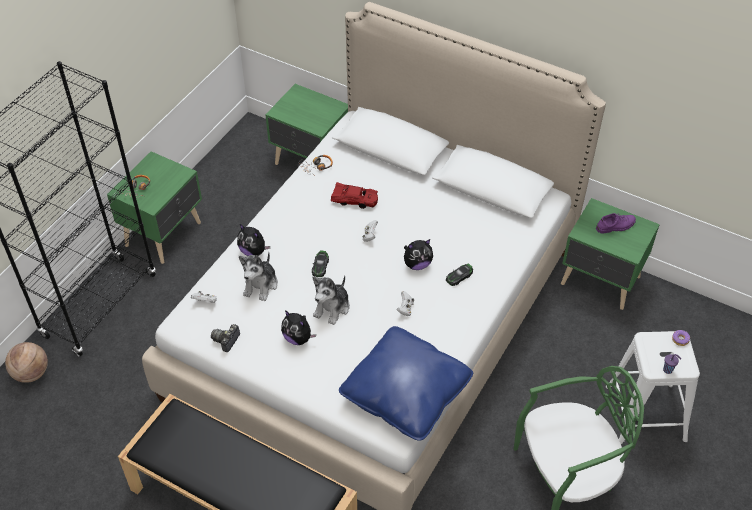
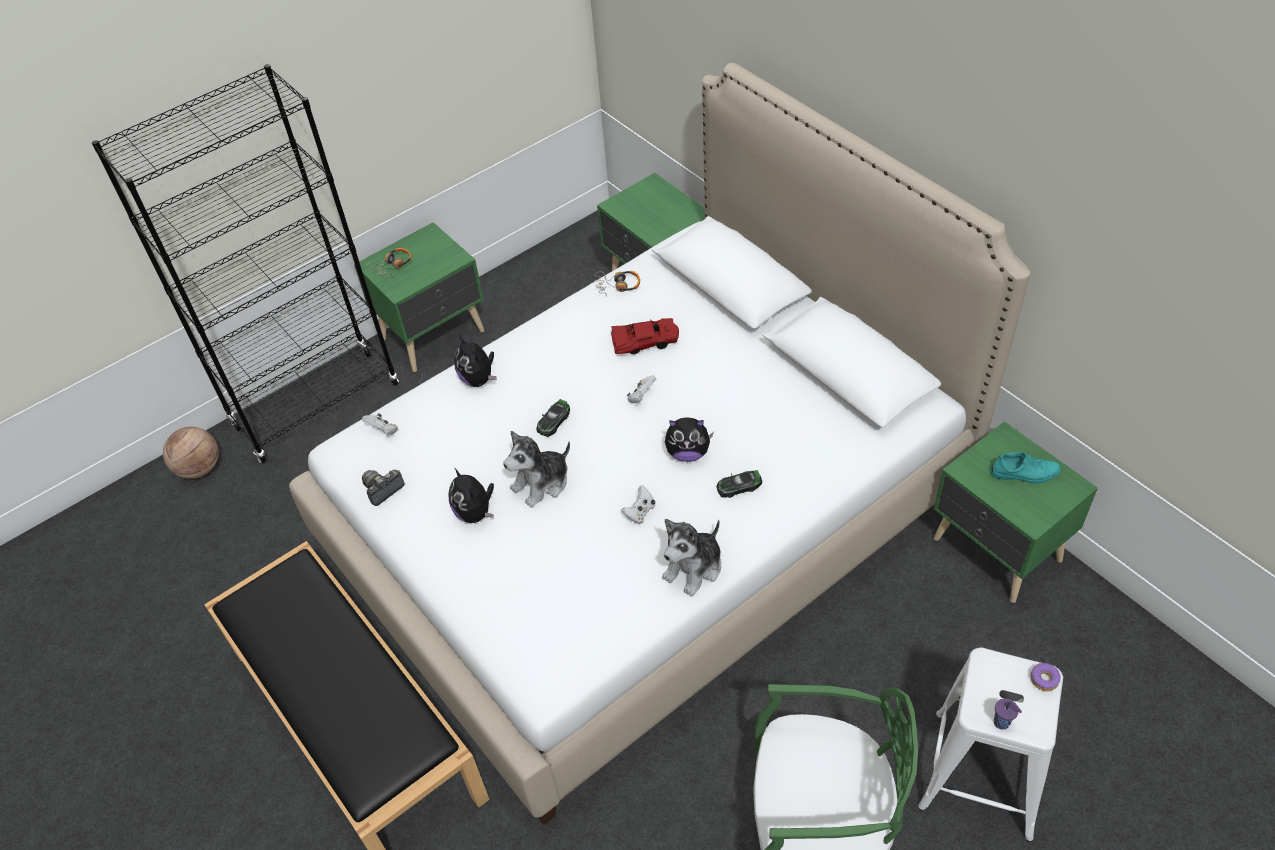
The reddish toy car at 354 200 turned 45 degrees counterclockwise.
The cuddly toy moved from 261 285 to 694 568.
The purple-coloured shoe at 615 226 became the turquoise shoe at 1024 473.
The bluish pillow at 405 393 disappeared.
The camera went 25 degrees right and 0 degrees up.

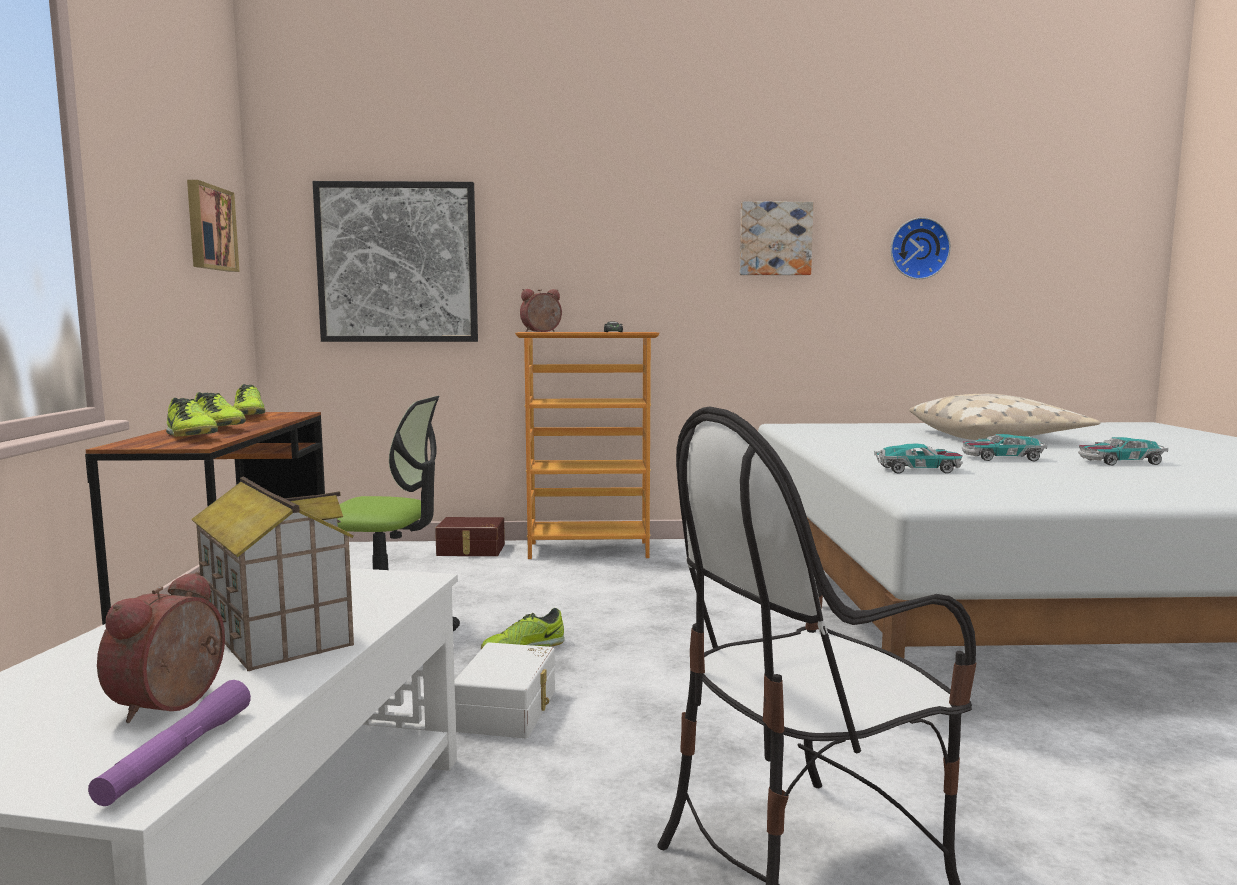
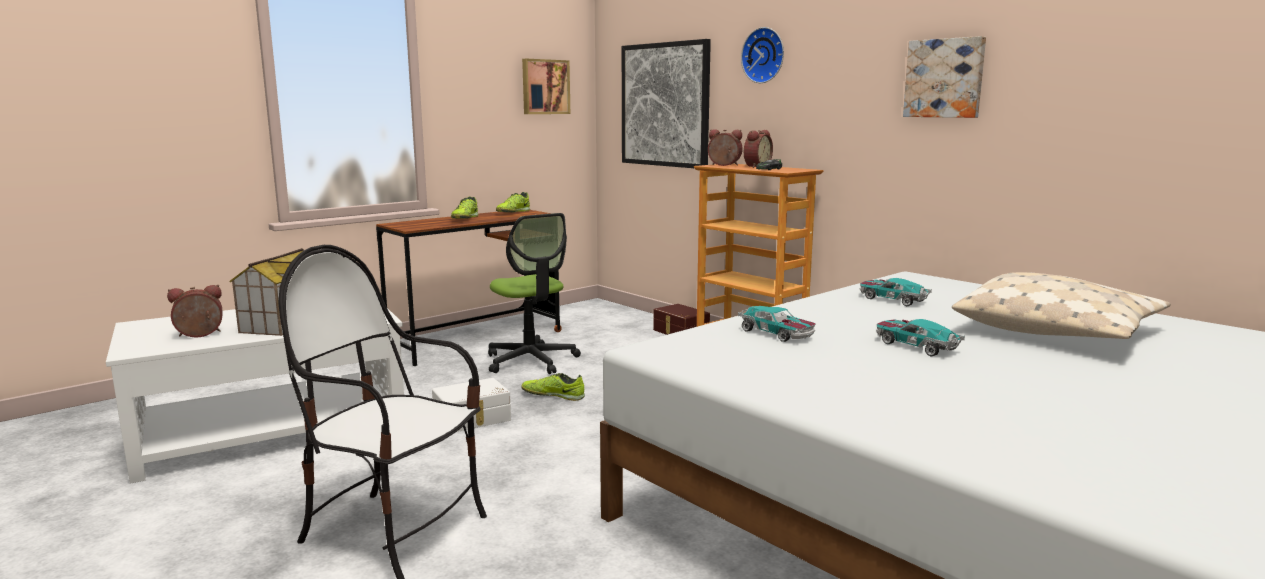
The clock on the wall moved from 918 249 to 765 55.
The table clock at 755 166 appeared.
The toy car moved from 1119 462 to 892 299.
The purple-coloured torch at 177 755 disappeared.
The shoe at 191 437 disappeared.
The camera went 50 degrees right and 5 degrees up.

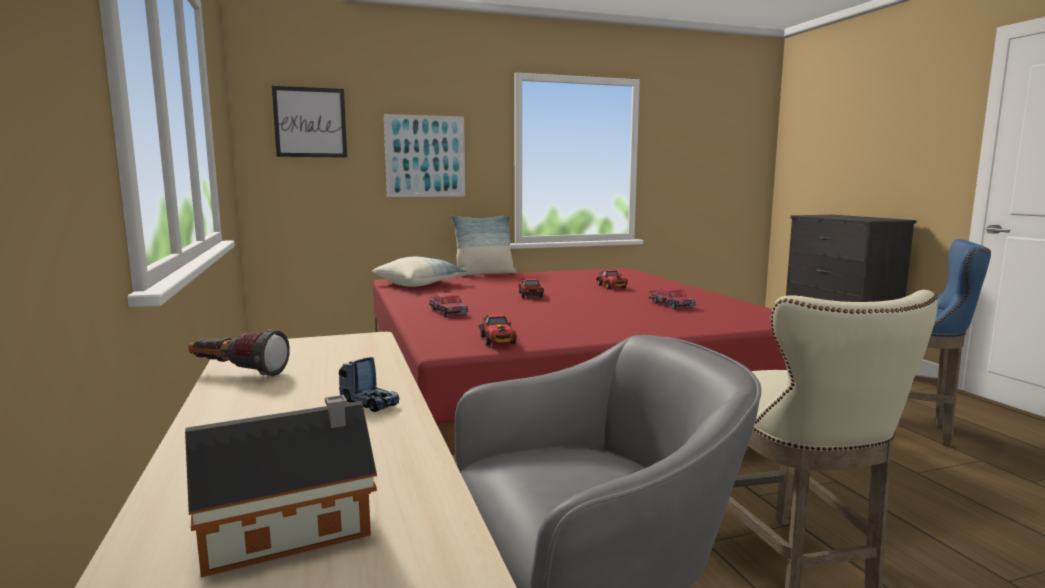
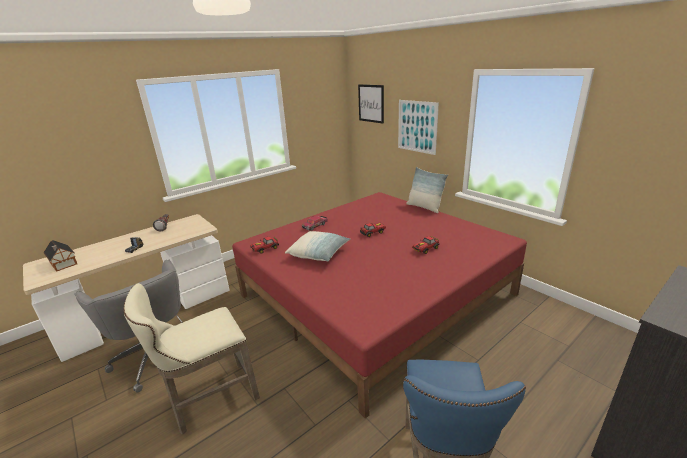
The pillow moved from 419 284 to 319 253.
The toy car at 671 305 disappeared.
The camera went 70 degrees right and 15 degrees up.

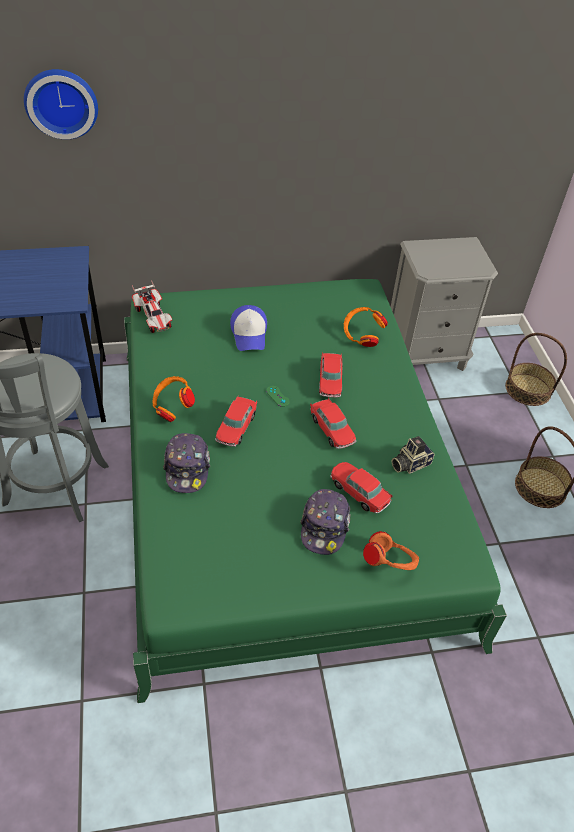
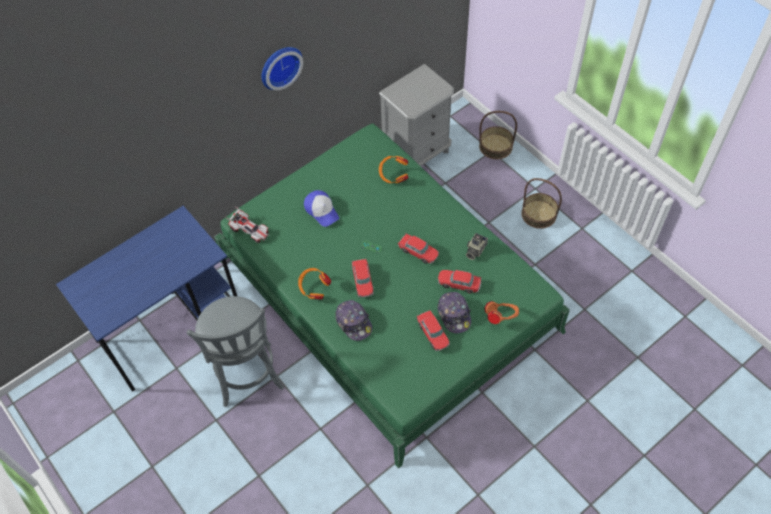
The clock on the wall moved from 61 102 to 279 66.
The toy car moved from 330 381 to 433 333.
The camera went 25 degrees left and 10 degrees up.

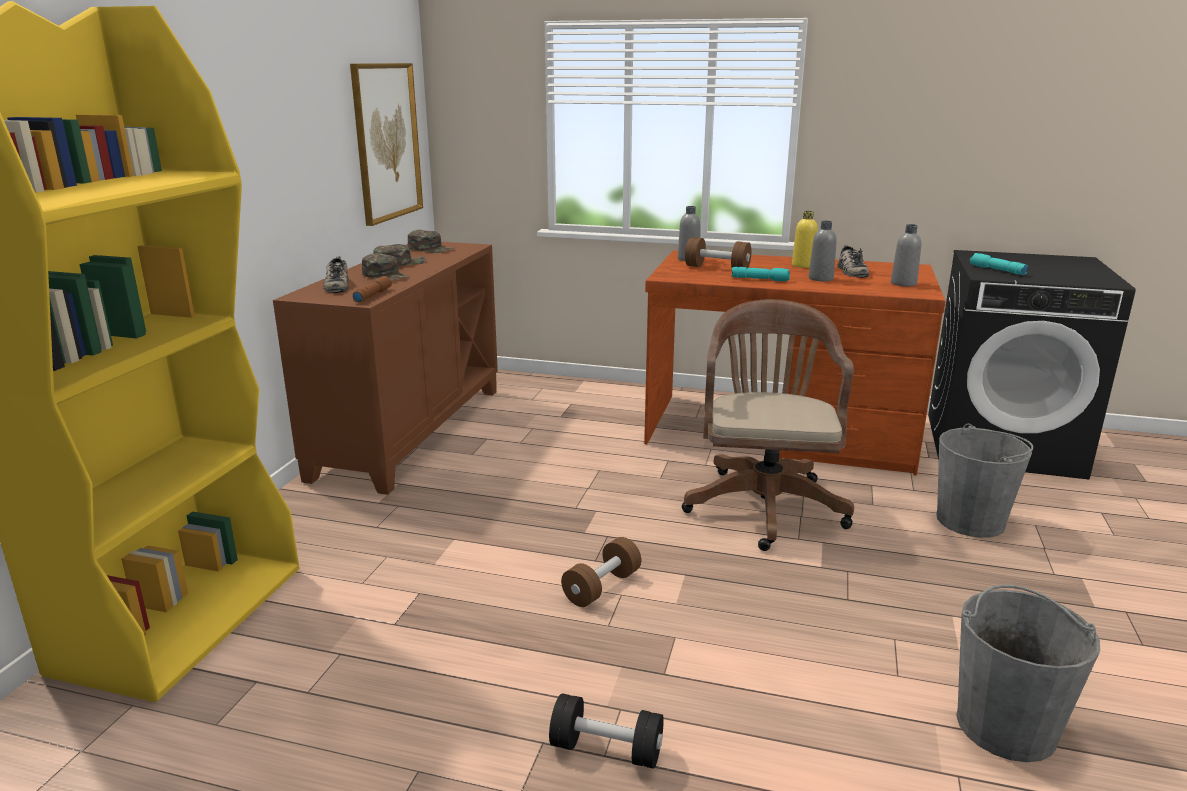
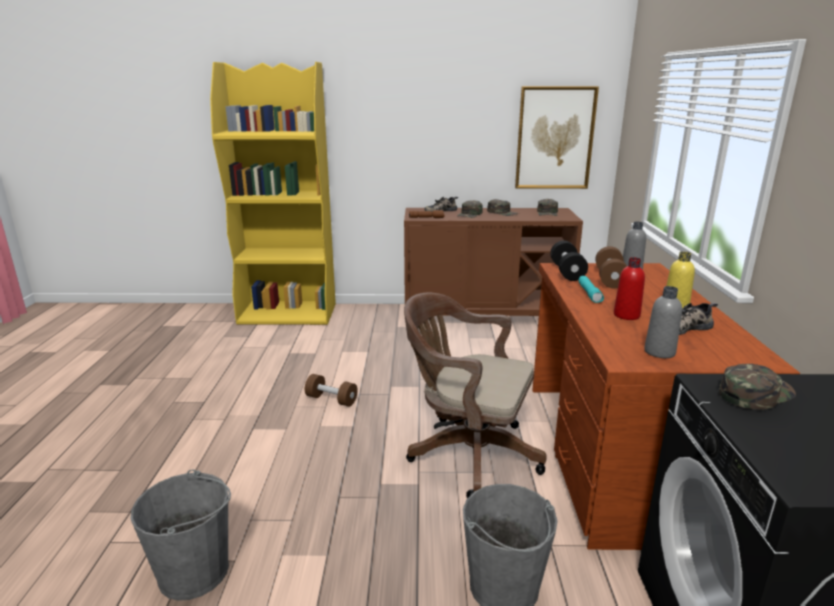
The brownish office chair at 764 503 turned 150 degrees counterclockwise.
The black-coloured hand weight moved from 606 749 to 567 272.
The greyish drink bottle at 820 278 became the reddish drink bottle at 626 315.
The turquoise torch at 996 270 was replaced by the green cap at 755 393.
The camera went 75 degrees right and 0 degrees up.

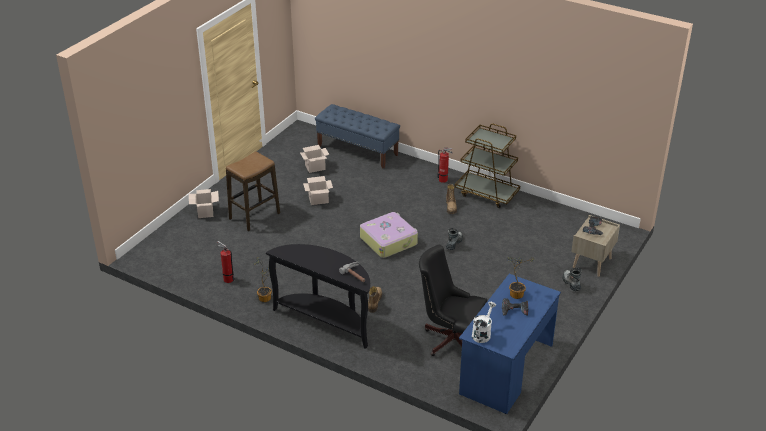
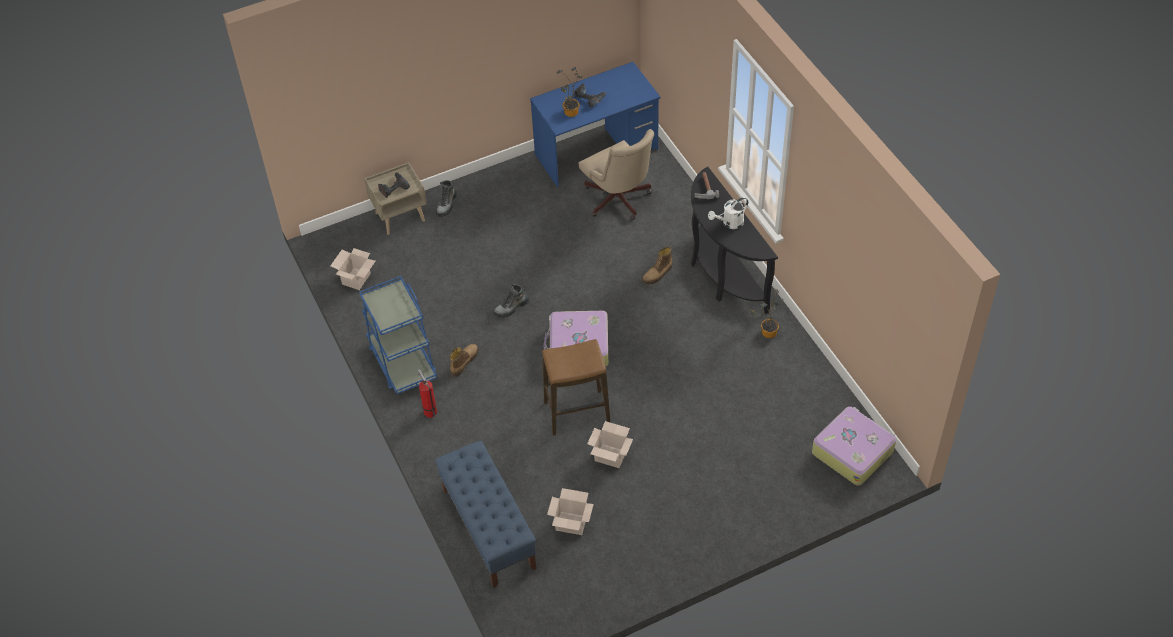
The packing box moved from 205 212 to 356 279.
The brownish trolley at 487 193 became the bluish trolley at 402 362.
The sitting stool moved from 254 216 to 576 413.
The black-coloured office chair at 450 339 became the beige office chair at 619 201.
The whitish watering can moved from 482 333 to 729 223.
The suitcase at 852 451 appeared.
The fire extinguisher at 227 279 disappeared.
The camera went 145 degrees left and 15 degrees up.

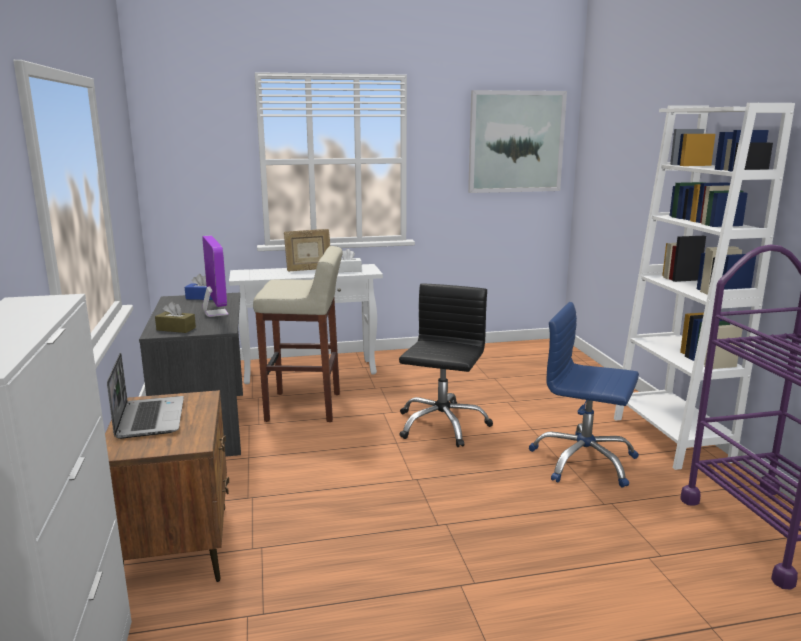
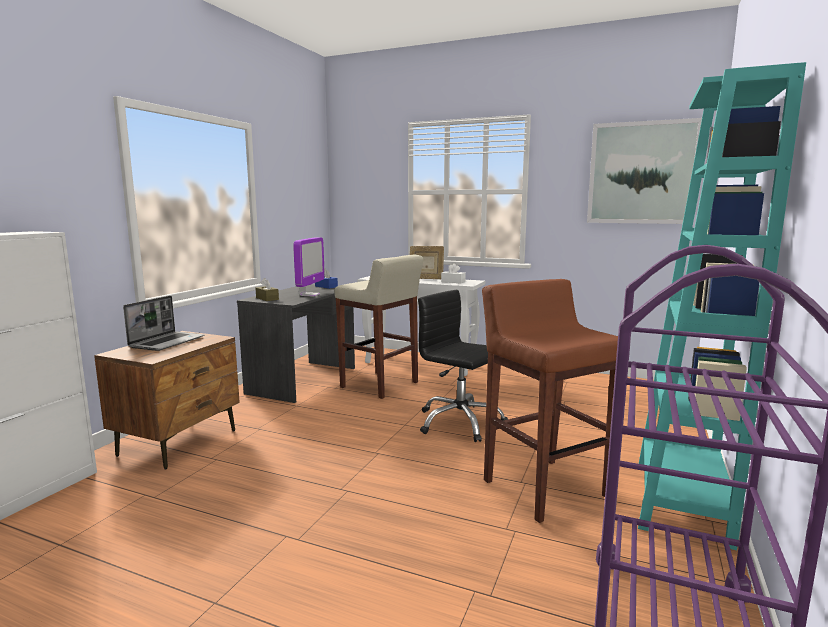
The black-coloured office chair at 441 425 turned 105 degrees counterclockwise.
The bluish office chair at 583 461 was replaced by the brownish sitting stool at 544 488.
The whitish shelving unit at 671 439 became the turquoise shelving unit at 680 500.
The camera went 35 degrees right and 5 degrees down.

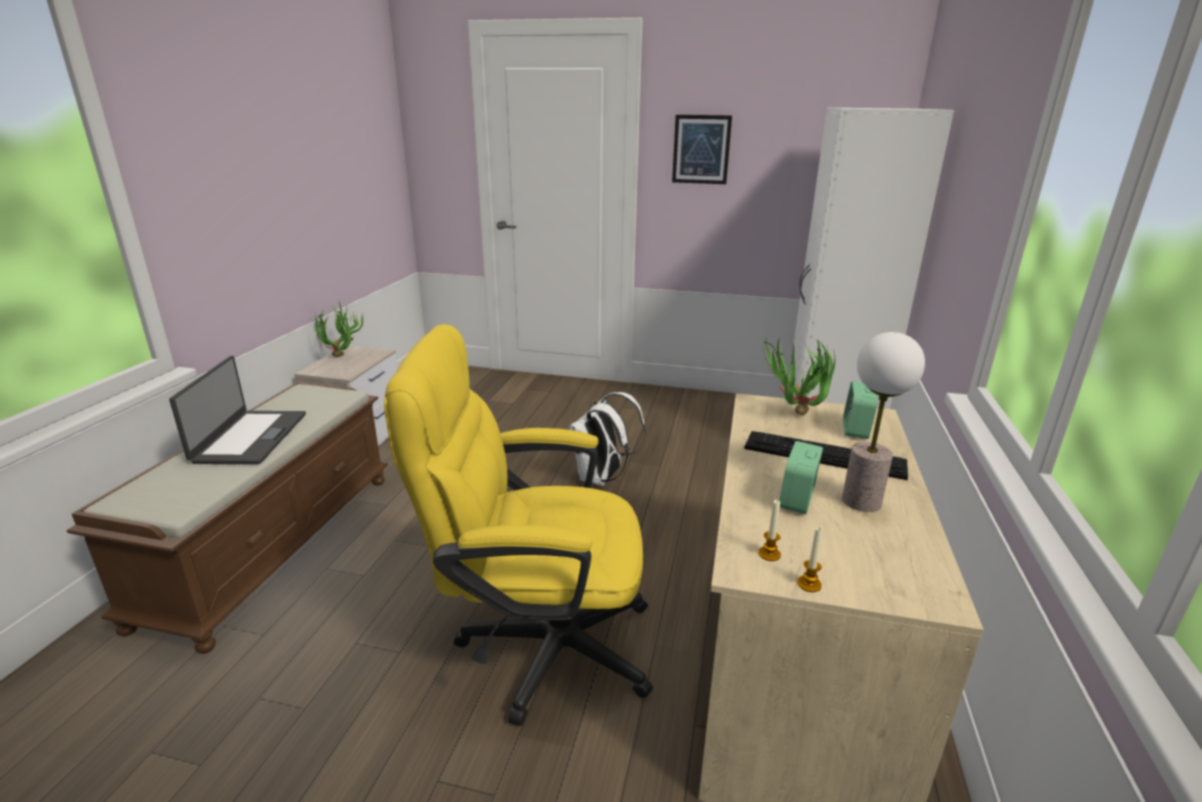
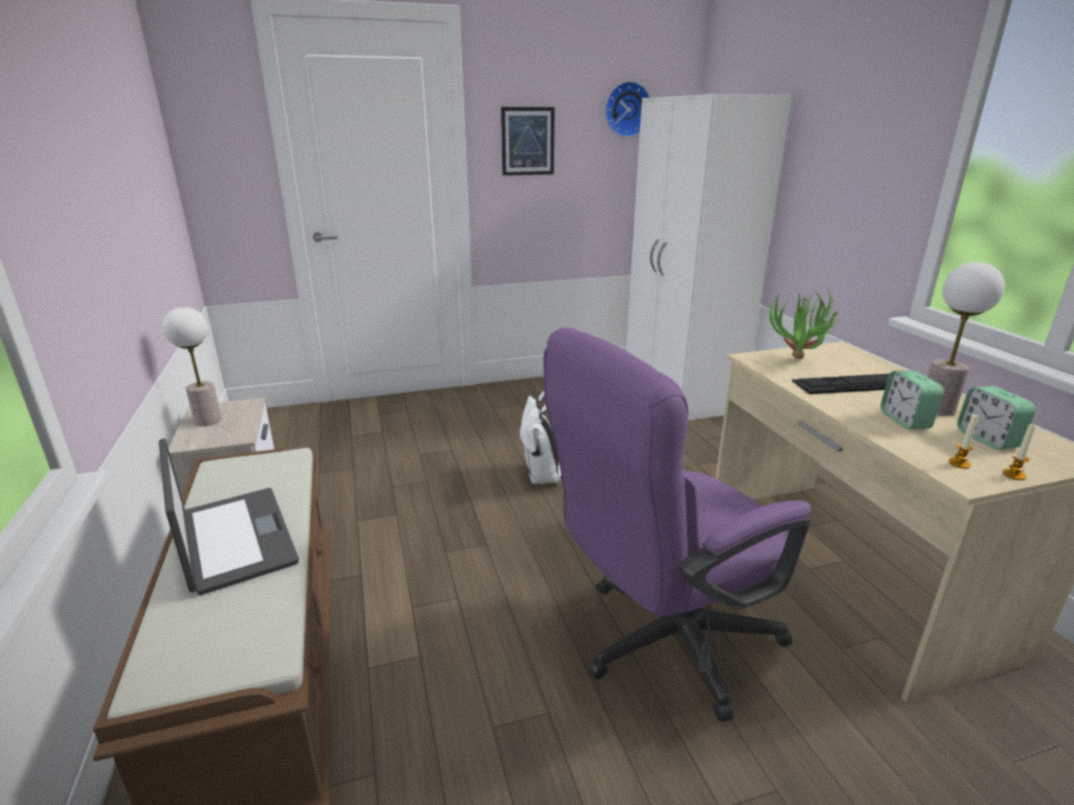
The plant in a pot at 342 358 was replaced by the table lamp at 208 421.
The yellow office chair at 538 645 became the purple-coloured office chair at 662 643.
The clock on the wall at 626 109 appeared.
The table clock moved from 855 429 to 987 439.
The camera went 30 degrees left and 0 degrees up.

